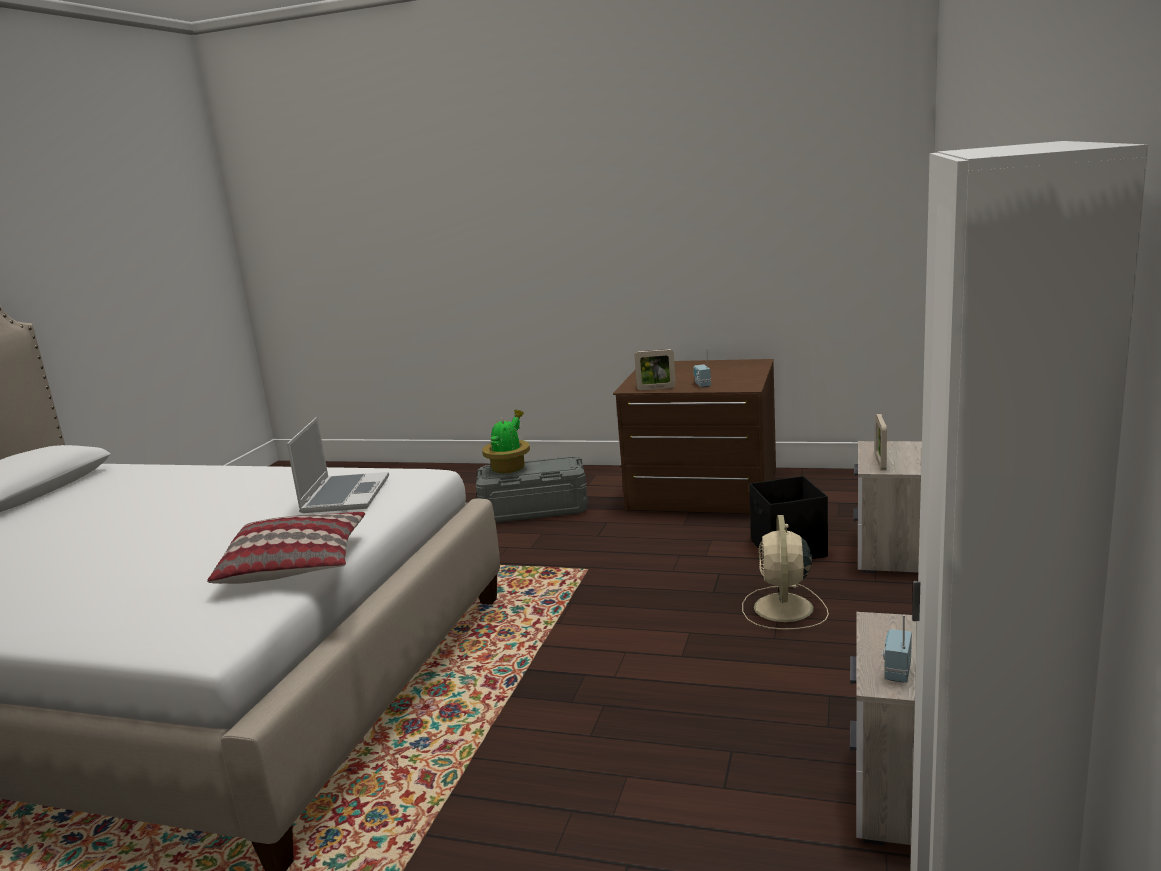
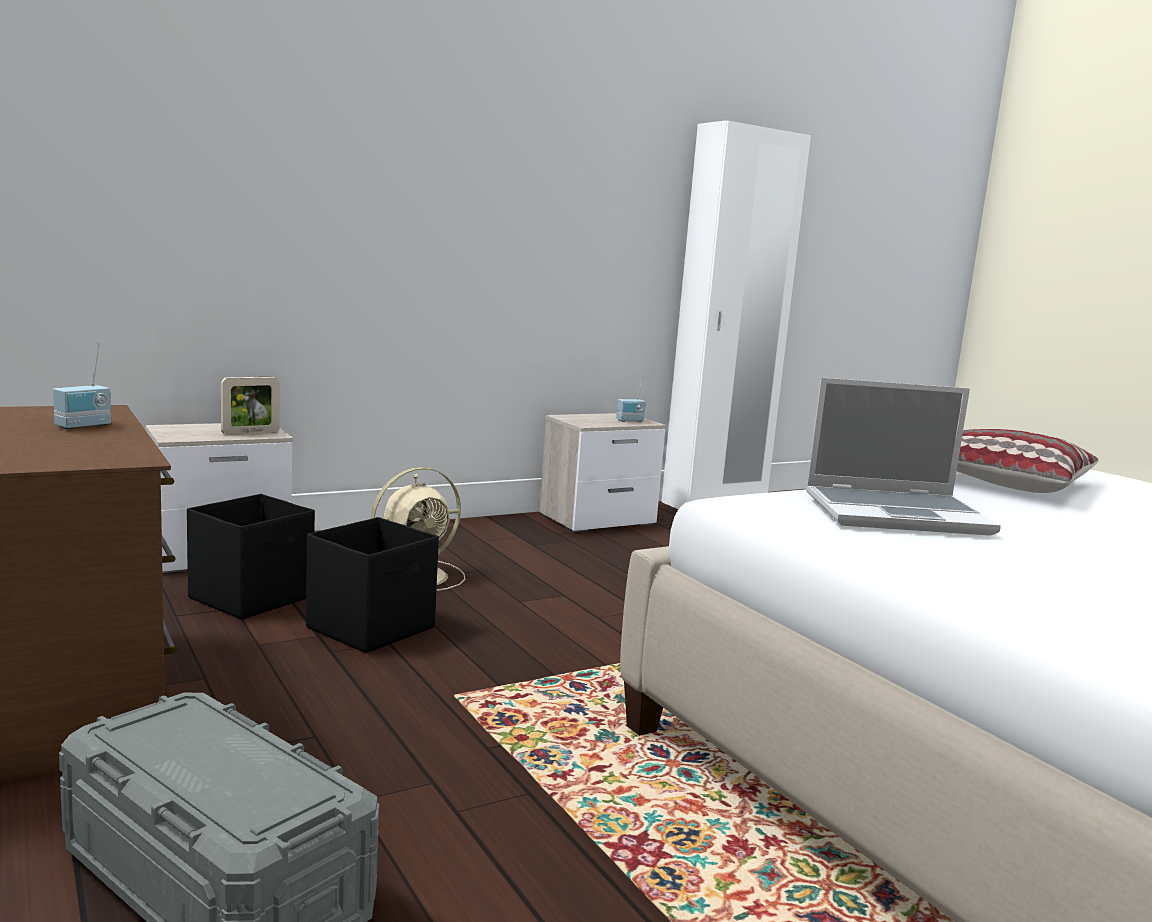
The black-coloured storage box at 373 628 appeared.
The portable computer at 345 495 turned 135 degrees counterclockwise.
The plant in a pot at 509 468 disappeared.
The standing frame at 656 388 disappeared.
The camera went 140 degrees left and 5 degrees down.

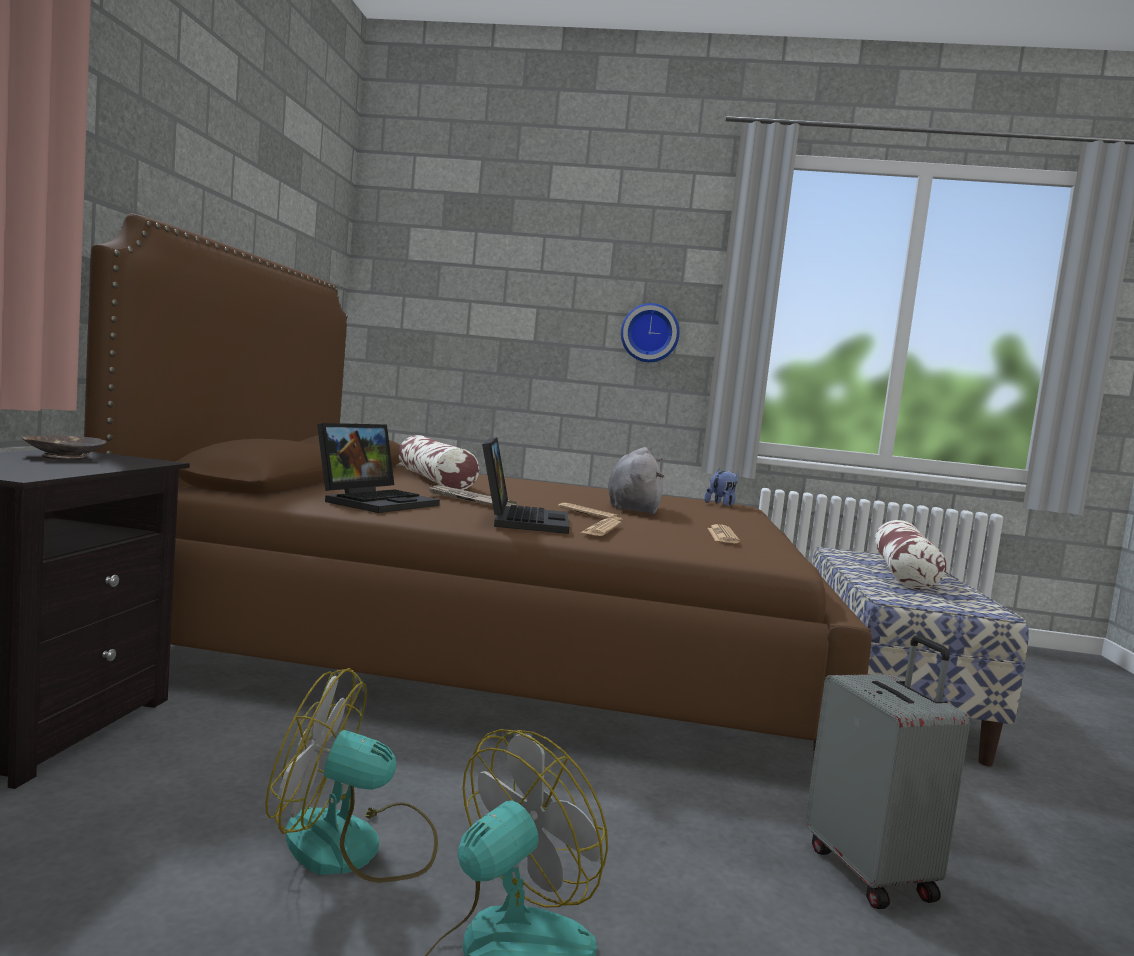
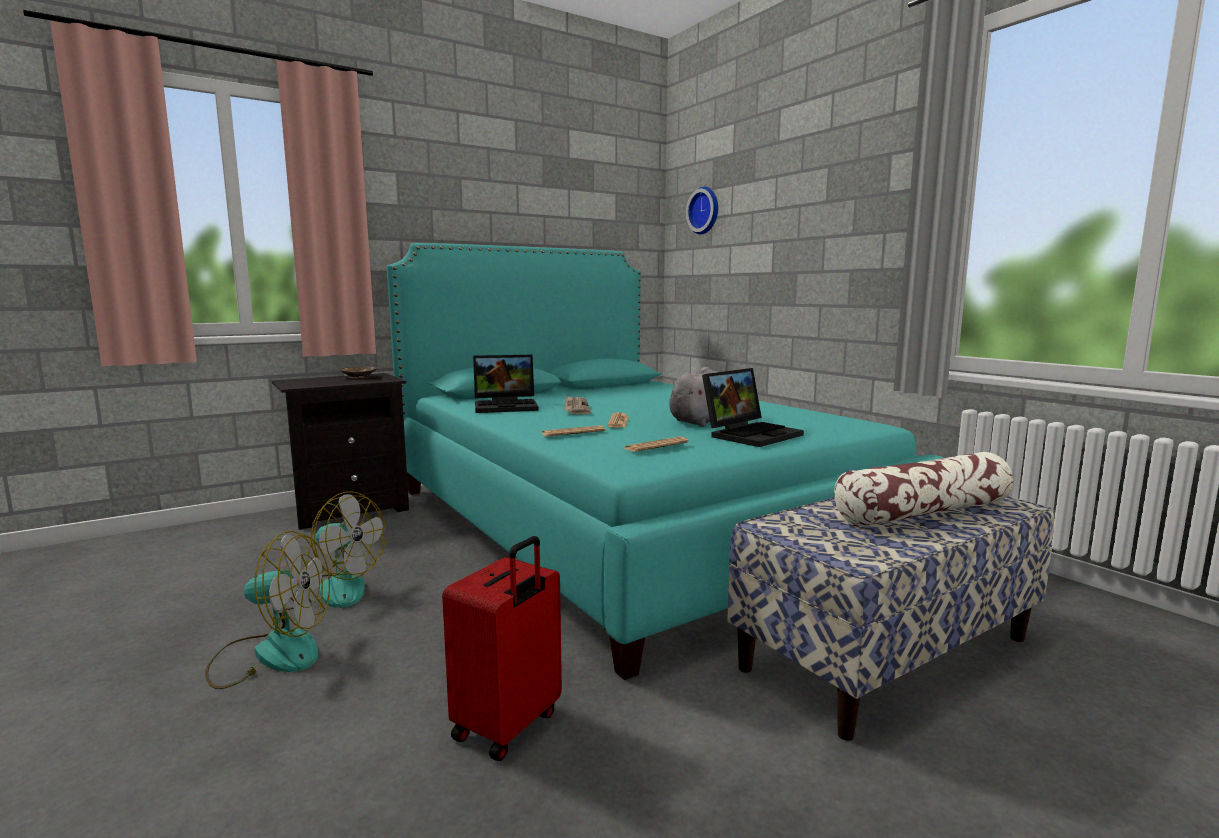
The fan at 355 847 turned 150 degrees clockwise.
The brownish bed at 496 646 became the turquoise bed at 627 521.
The greyish suitcase at 872 872 became the reddish suitcase at 509 726.
The clock on the wall moved from 650 333 to 705 211.
The portable computer moved from 520 520 to 751 434.
The pillow at 434 480 disappeared.
The cuddly toy at 721 504 disappeared.
The camera went 50 degrees right and 5 degrees up.

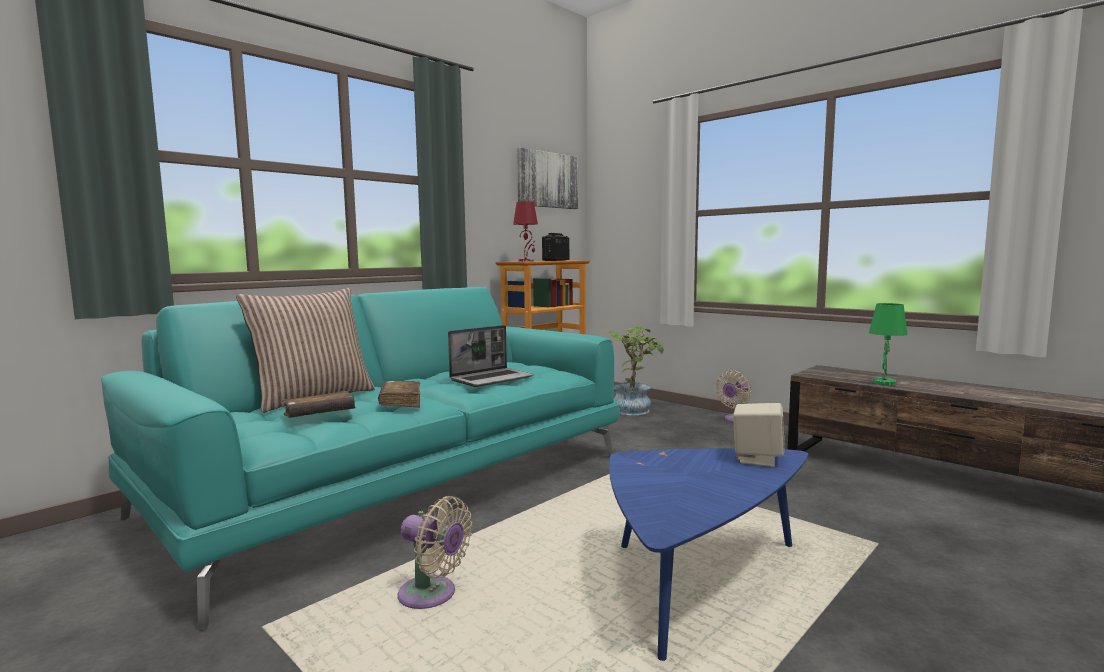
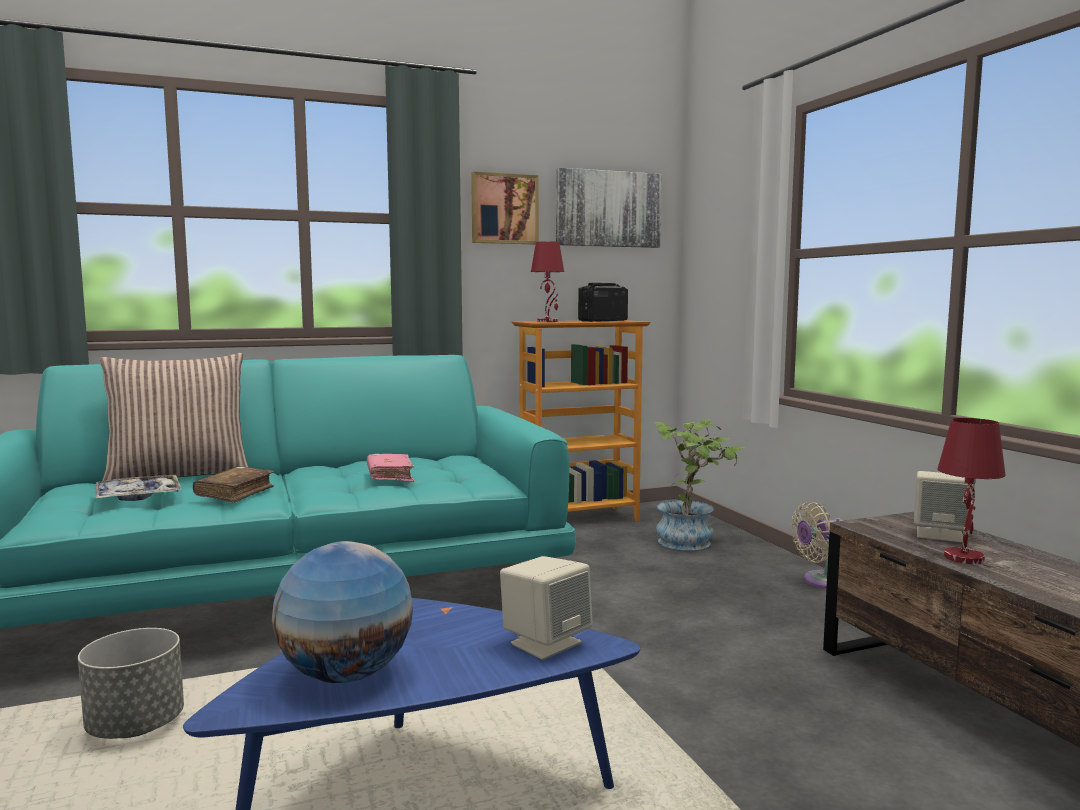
The beige fan at 432 596 was replaced by the greyish plant pot at 136 726.
The brownish bound book at 319 414 was replaced by the carrying tray at 138 496.
The globe at 345 675 appeared.
The portable computer at 492 379 was replaced by the pink-coloured bound book at 390 476.
The picture at 504 209 appeared.
The beige loudspeaker at 940 534 appeared.
The green table lamp at 883 382 became the reddish table lamp at 963 557.
The camera went 25 degrees right and 0 degrees up.

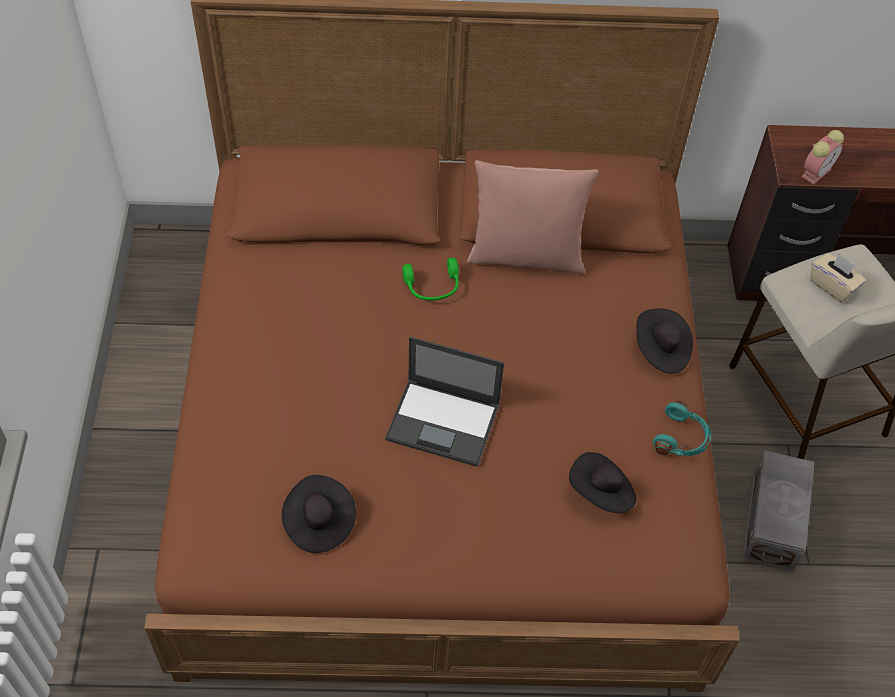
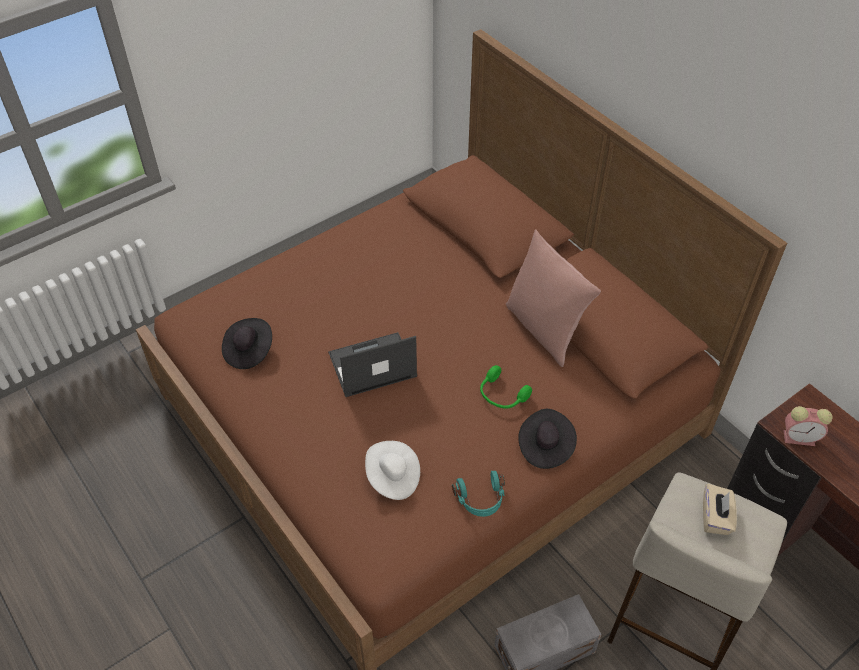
The portable computer at 444 422 turned 90 degrees clockwise.
The black-coloured clothing hat at 601 493 became the whitish clothing hat at 392 478.
The green headphones moved from 432 287 to 501 395.
The camera went 55 degrees right and 5 degrees down.

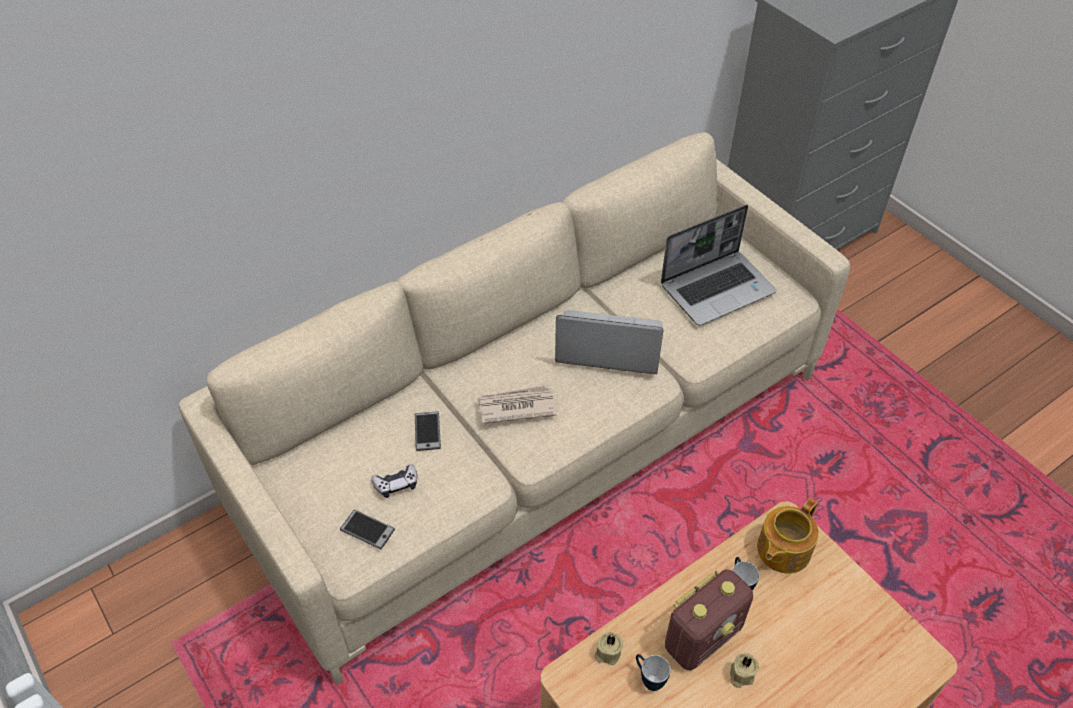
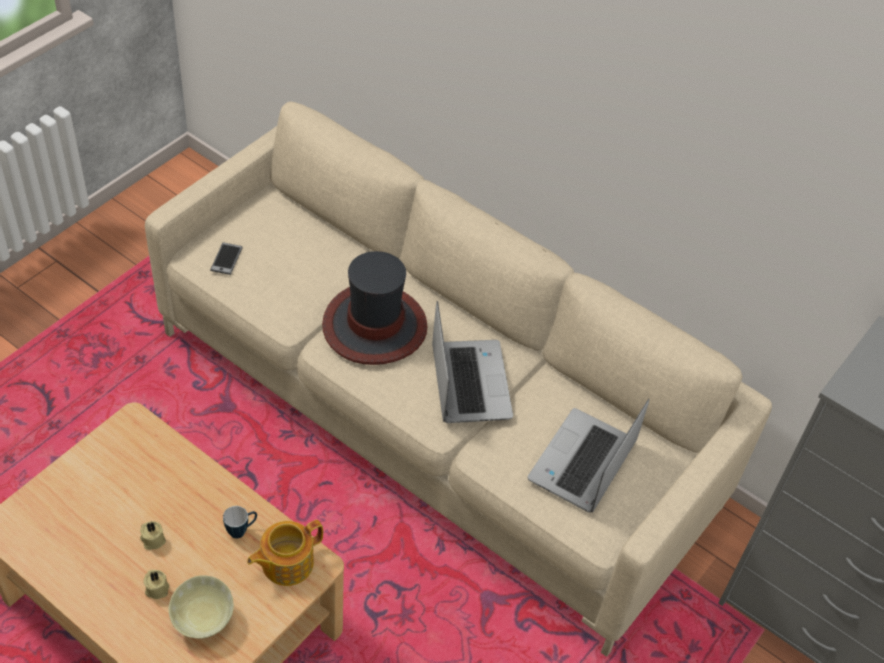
The beige candle moved from 607 653 to 157 588.
The beige deep dish at 202 620 appeared.
The tea pot at 782 550 turned 60 degrees counterclockwise.
The newspaper at 515 406 was replaced by the clothing hat at 374 326.
The portable computer at 718 288 turned 75 degrees clockwise.
The gamepad at 396 484 disappeared.
The phone at 427 431 disappeared.
The coffee mug at 648 679 disappeared.
The radio receiver at 703 637 disappeared.
The camera went 70 degrees right and 0 degrees up.

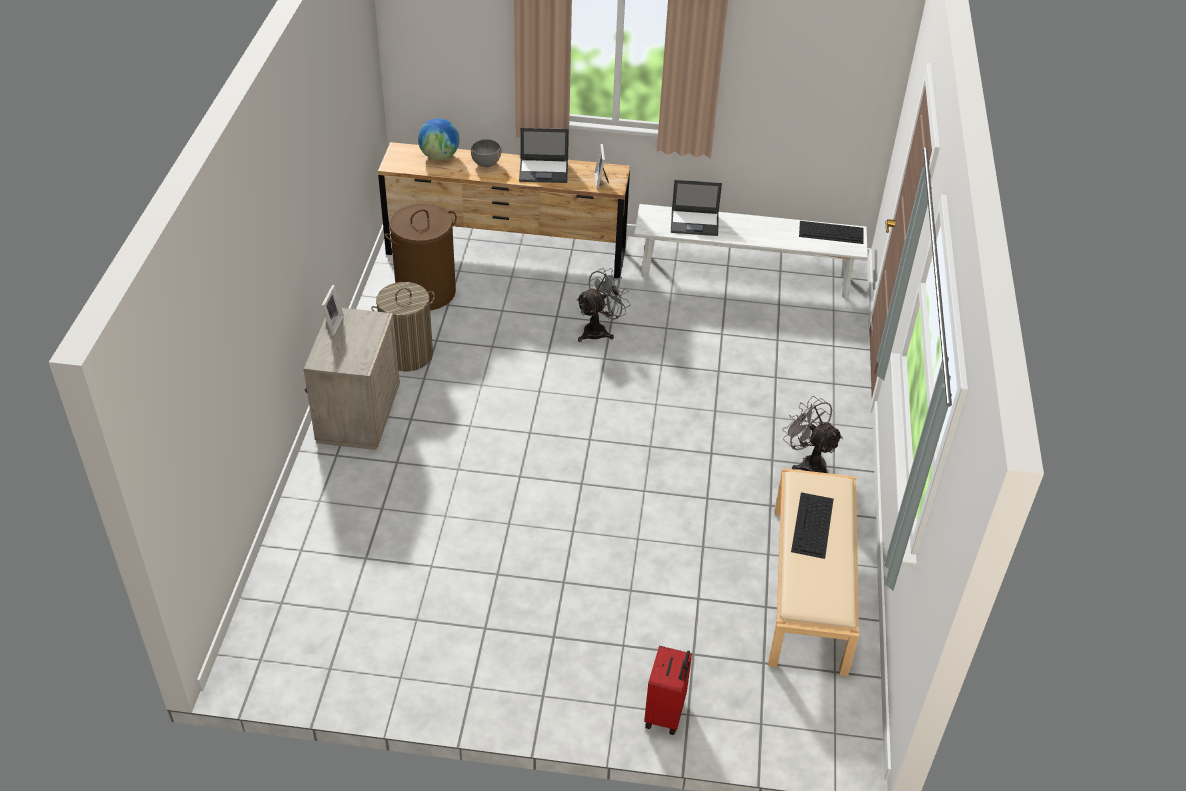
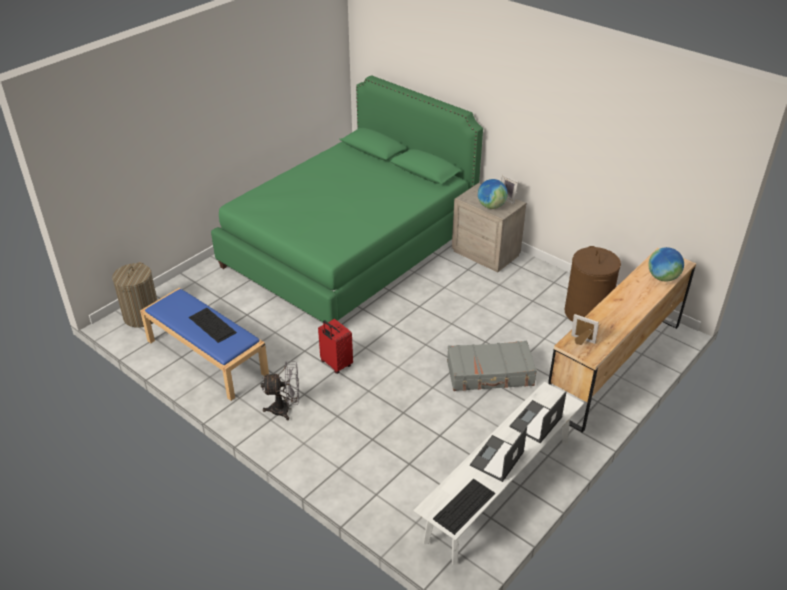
The washing basket moved from 407 355 to 142 316.
The beige bench at 810 589 became the bluish bench at 205 357.
The green bed at 349 249 appeared.
The reddish suitcase moved from 666 713 to 335 364.
The greyish fan at 599 330 was replaced by the greyish suitcase at 490 374.
The portable computer moved from 544 171 to 497 459.
The globe at 491 206 appeared.
The greyish deep dish at 486 163 disappeared.
The camera went 125 degrees right and 5 degrees down.

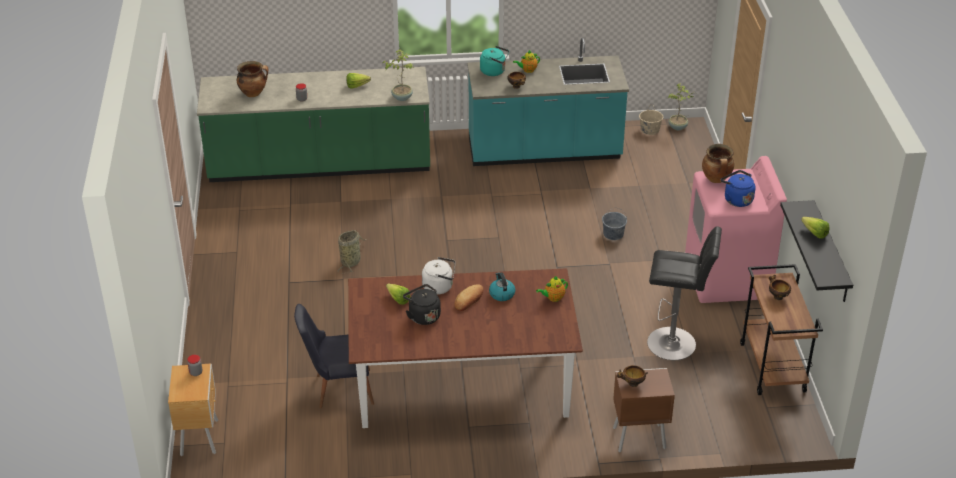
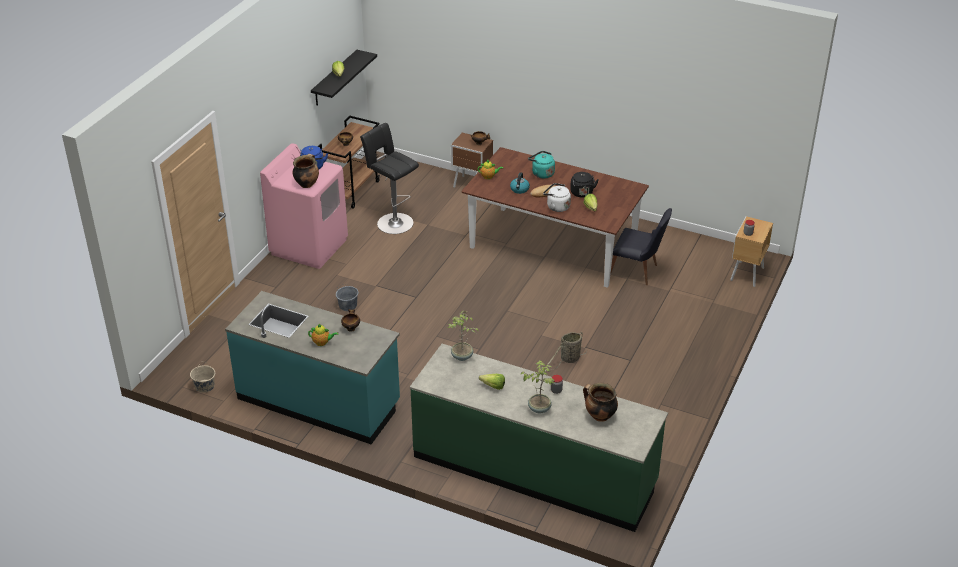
The plant in a pot moved from 678 127 to 539 408.
The turquoise kettle moved from 494 71 to 541 173.
The camera went 150 degrees left and 0 degrees up.

